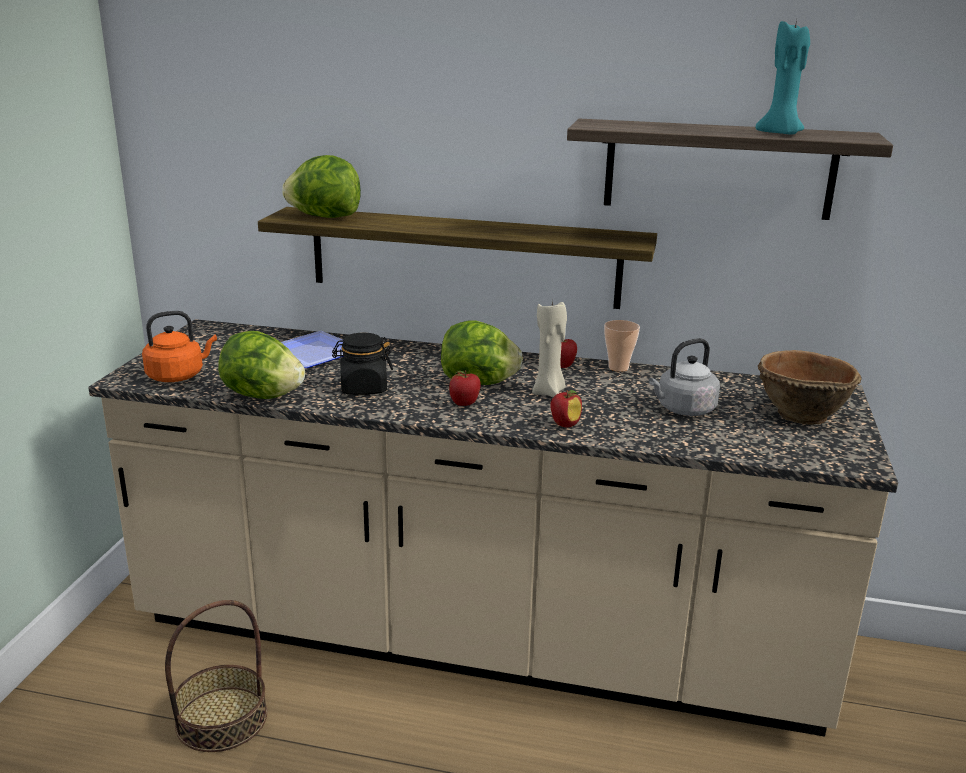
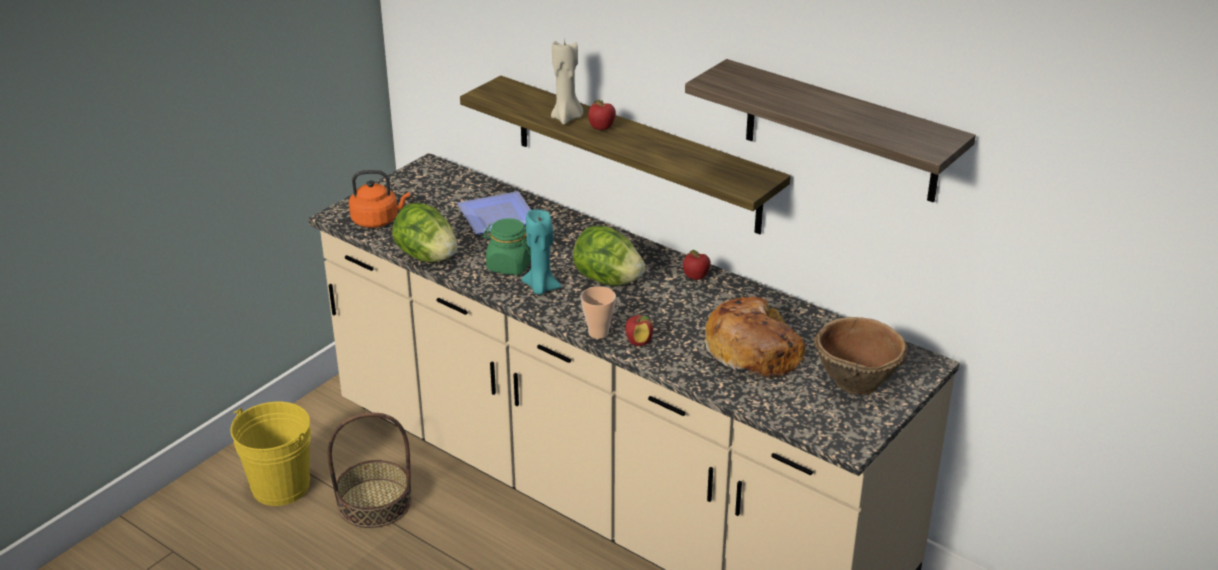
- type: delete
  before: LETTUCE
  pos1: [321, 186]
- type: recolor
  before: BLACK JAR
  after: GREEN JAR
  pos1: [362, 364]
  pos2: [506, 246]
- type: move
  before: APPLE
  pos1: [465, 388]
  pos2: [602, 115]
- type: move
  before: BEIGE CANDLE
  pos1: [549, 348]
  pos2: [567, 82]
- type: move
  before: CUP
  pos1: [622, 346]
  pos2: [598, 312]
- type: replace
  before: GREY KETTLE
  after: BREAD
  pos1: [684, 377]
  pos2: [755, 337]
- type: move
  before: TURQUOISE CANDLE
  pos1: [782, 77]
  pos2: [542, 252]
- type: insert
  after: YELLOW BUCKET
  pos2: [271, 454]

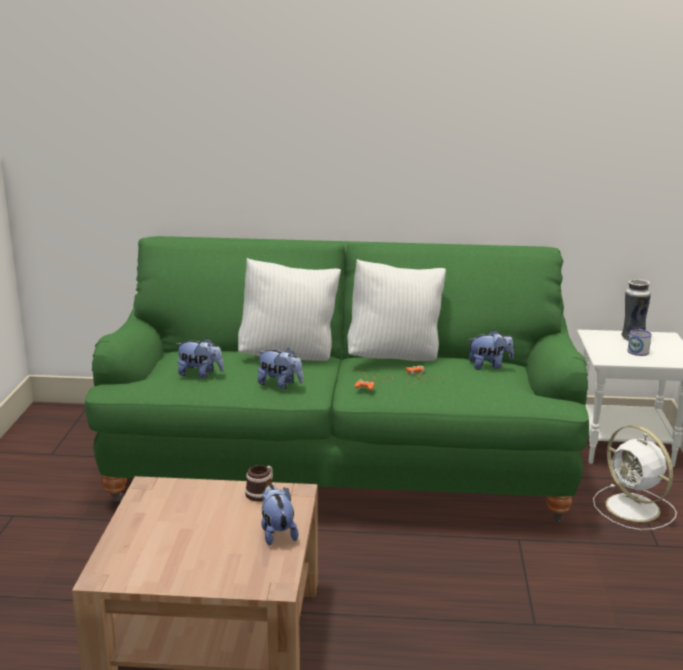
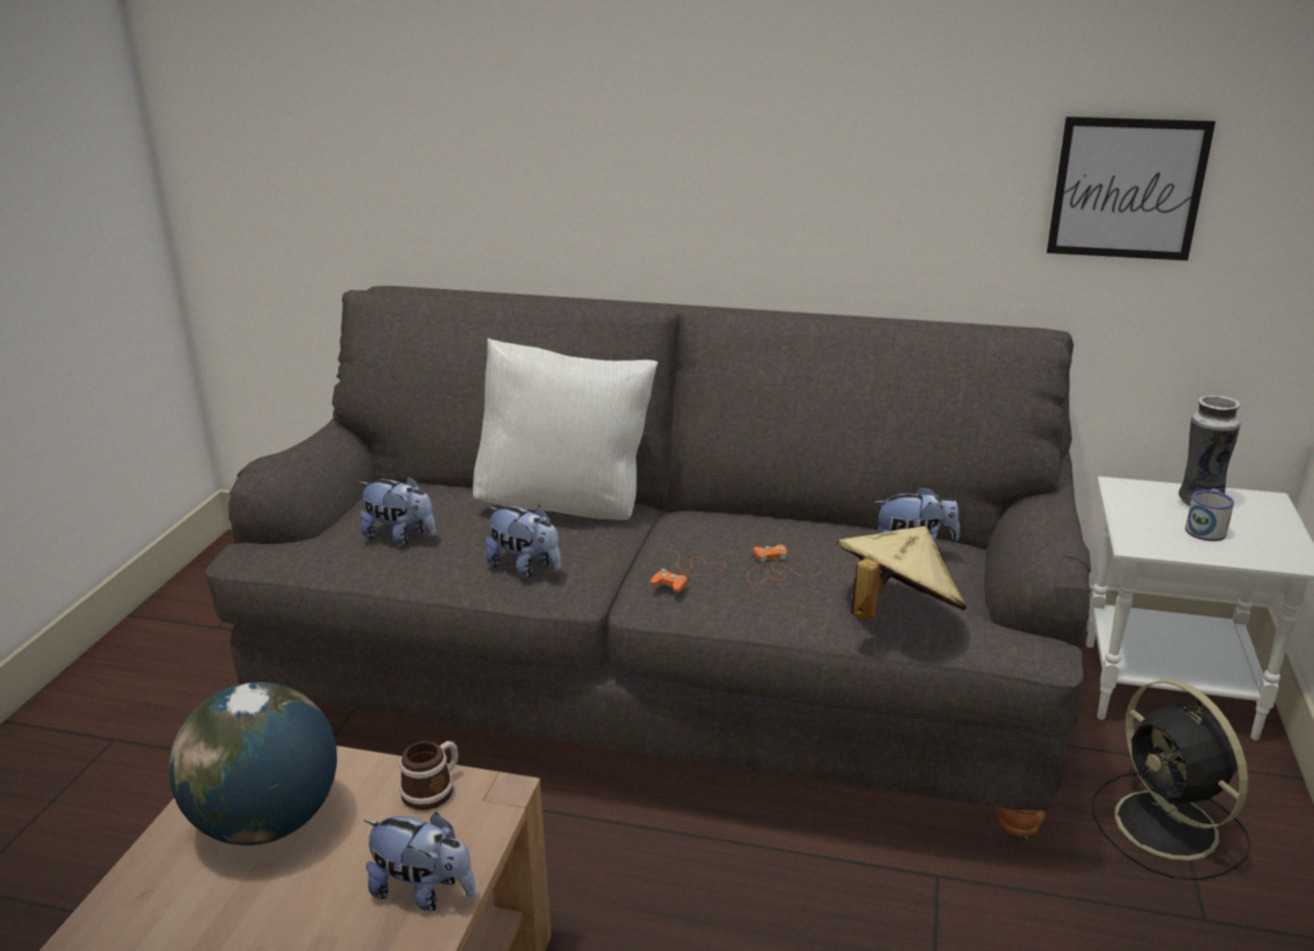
- type: recolor
  before: GREEN SOFA
  after: GREY SOFA
  pos1: [337, 379]
  pos2: [648, 566]
- type: rotate
  before: PLUSH TOY
  pos1: [279, 515]
  pos2: [420, 861]
  turn: 120
- type: delete
  before: WHITE PILLOW
  pos1: [396, 310]
- type: recolor
  before: WHITE FAN
  after: BLACK FAN
  pos1: [635, 477]
  pos2: [1171, 780]
- type: insert
  after: GLOBE
  pos2: [253, 764]
- type: insert
  after: BEIGE HAT
  pos2: [901, 573]
- type: insert
  after: PICTURE
  pos2: [1131, 189]

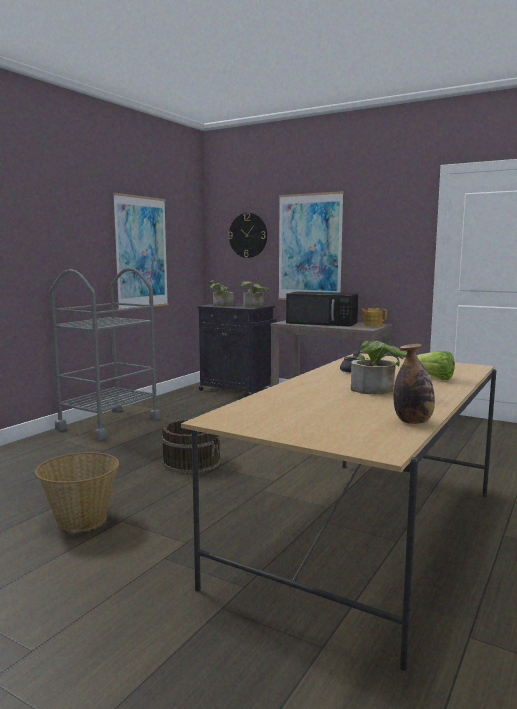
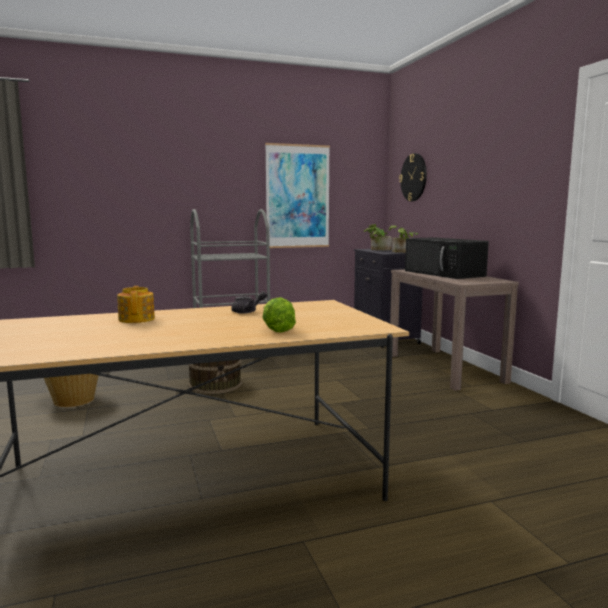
- type: delete
  before: PICTURE
  pos1: [311, 245]
- type: delete
  before: POTTED PLANT
  pos1: [379, 368]
- type: move
  before: TEAPOT
  pos1: [373, 317]
  pos2: [136, 304]
- type: delete
  before: BOTTLE
  pos1: [414, 384]

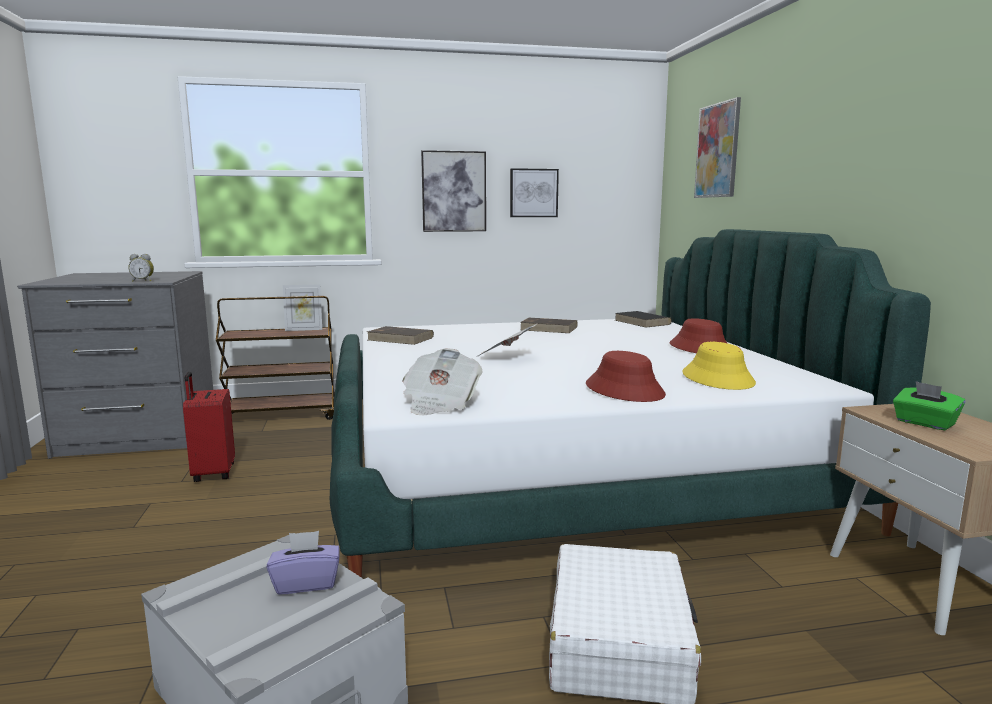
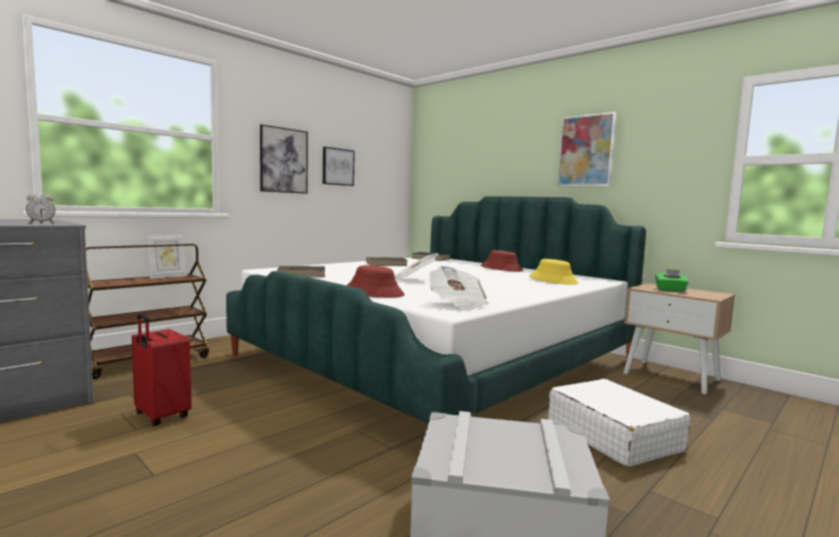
- type: delete
  before: PURPLE TISSUE BOX
  pos1: [303, 562]
- type: move
  before: RED HAT
  pos1: [626, 376]
  pos2: [375, 281]
- type: move
  before: PICTURE
  pos1: [717, 147]
  pos2: [587, 149]

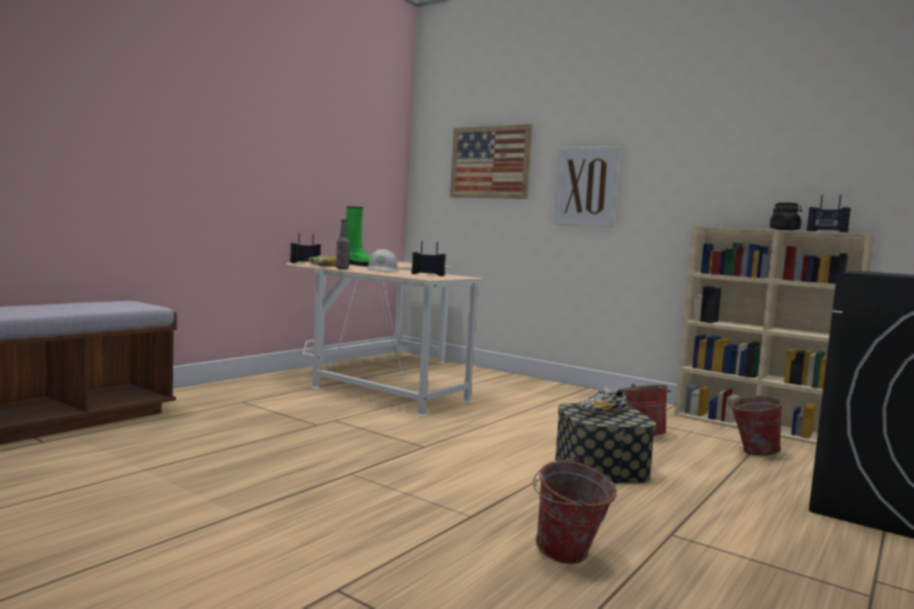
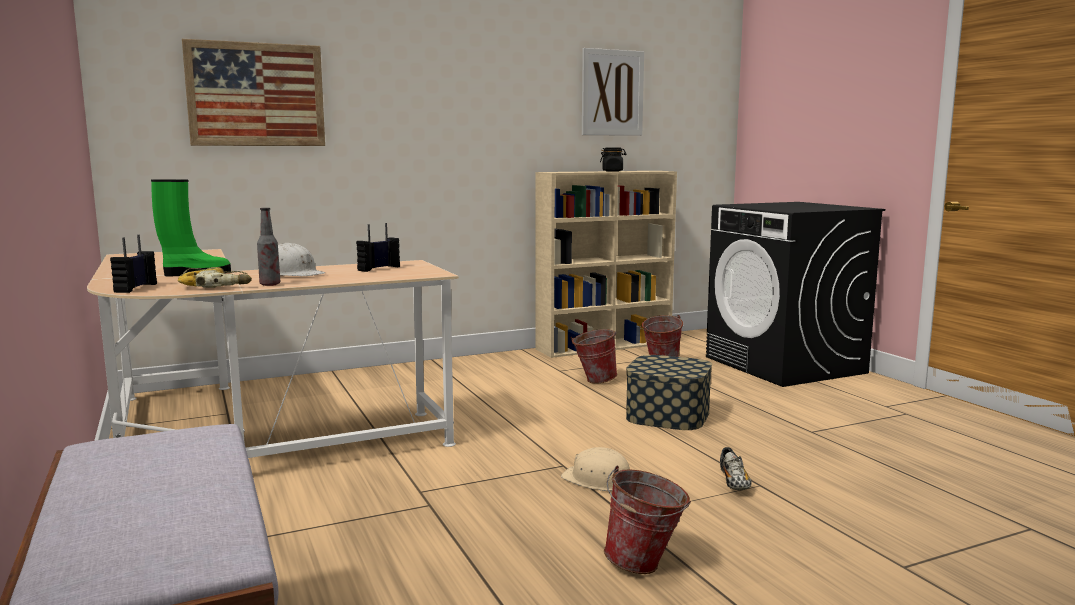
- type: move
  before: BUCKET
  pos1: [575, 510]
  pos2: [647, 520]
- type: move
  before: PICTURE
  pos1: [587, 186]
  pos2: [613, 92]
- type: move
  before: SHOE
  pos1: [601, 400]
  pos2: [736, 468]
- type: delete
  before: RADIO
  pos1: [829, 213]
- type: insert
  after: BEIGE HARD HAT
  pos2: [595, 469]

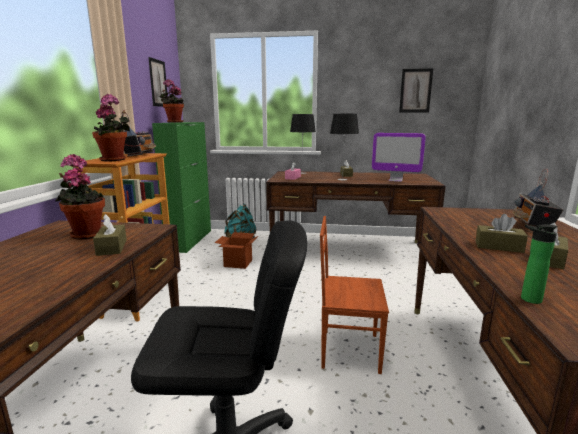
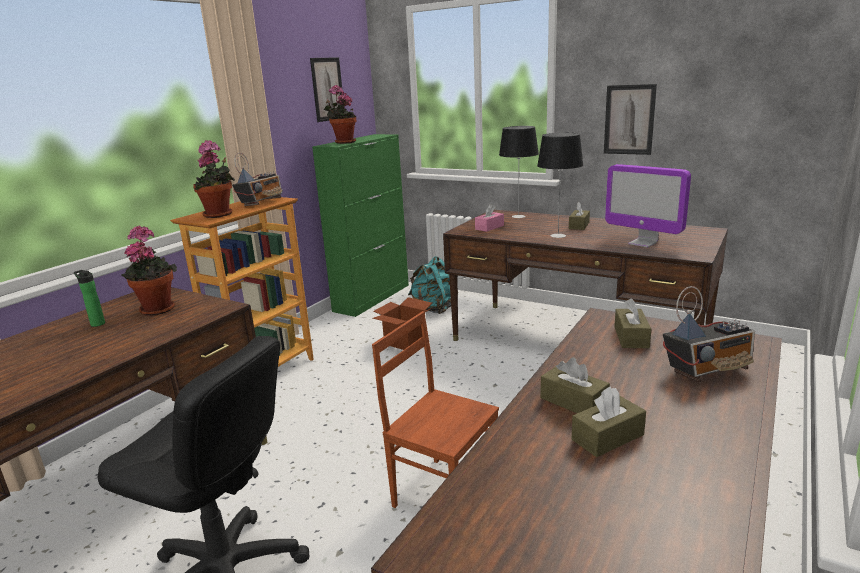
- type: move
  before: BROWN TISSUE BOX
  pos1: [110, 235]
  pos2: [632, 323]
- type: move
  before: PICTURE
  pos1: [416, 90]
  pos2: [630, 119]
- type: rotate
  before: RADIO
  pos1: [538, 198]
  pos2: [709, 334]
  turn: -150
- type: move
  before: BOTTLE
  pos1: [539, 264]
  pos2: [89, 298]

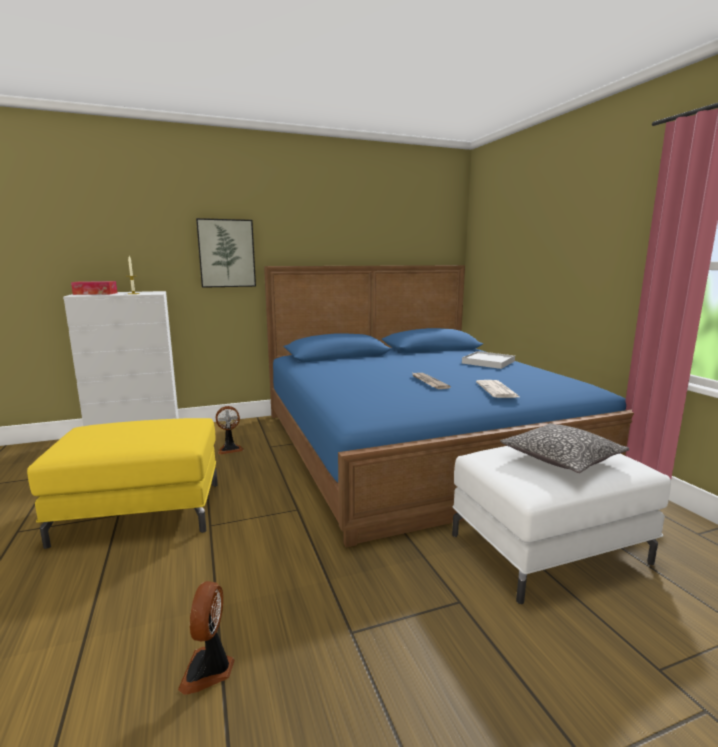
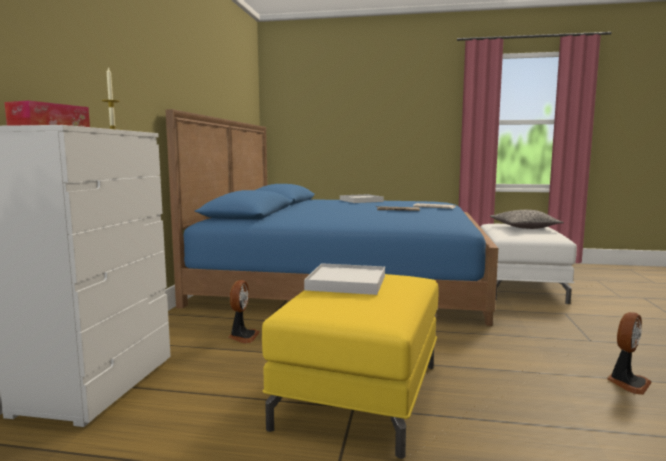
- type: rotate
  before: FAN
  pos1: [206, 638]
  pos2: [629, 353]
  turn: -75
- type: delete
  before: PICTURE
  pos1: [226, 253]
- type: insert
  after: WHITE TRAY
  pos2: [344, 279]

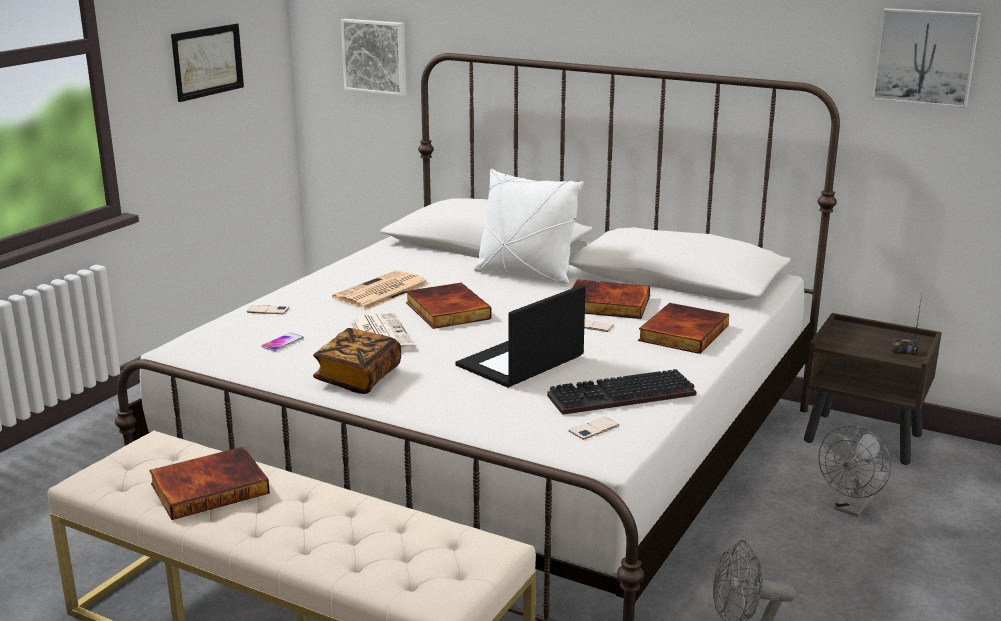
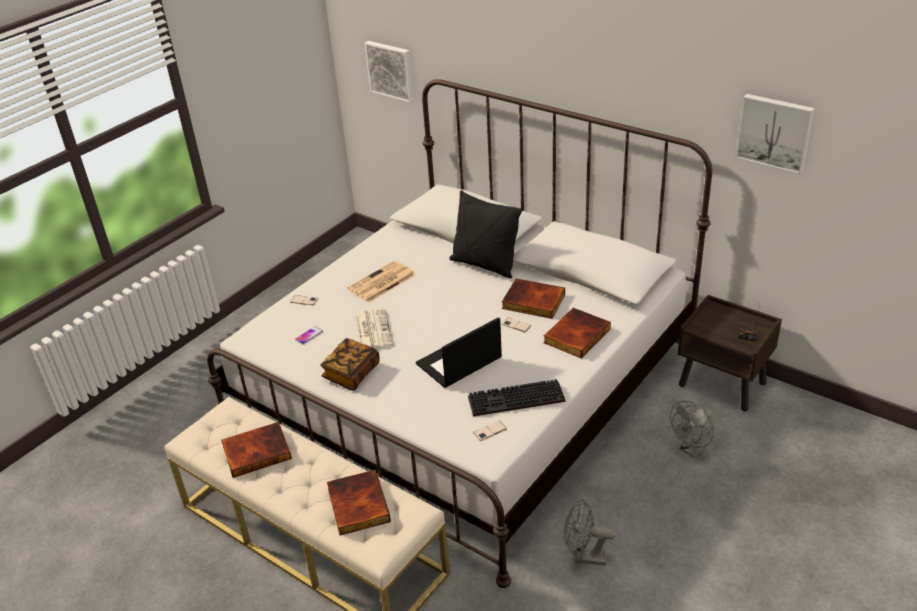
- type: delete
  before: PICTURE
  pos1: [207, 63]
- type: move
  before: BOOK
  pos1: [448, 306]
  pos2: [359, 503]
- type: recolor
  before: WHITE PILLOW
  after: BLACK PILLOW
  pos1: [529, 226]
  pos2: [486, 234]

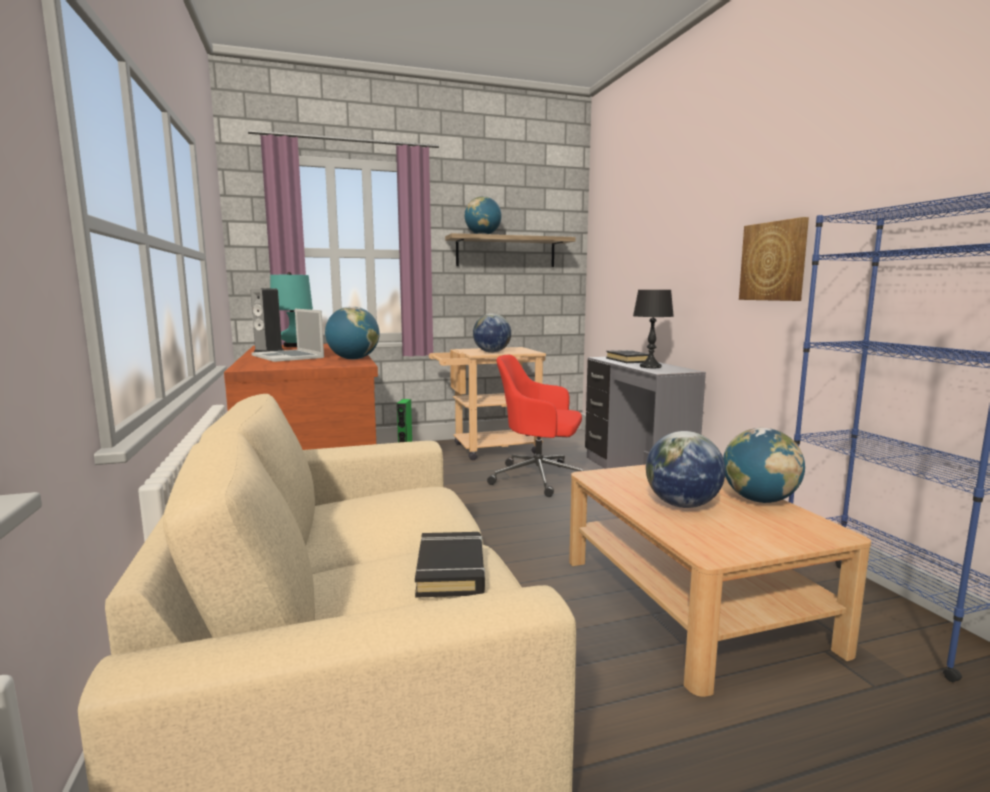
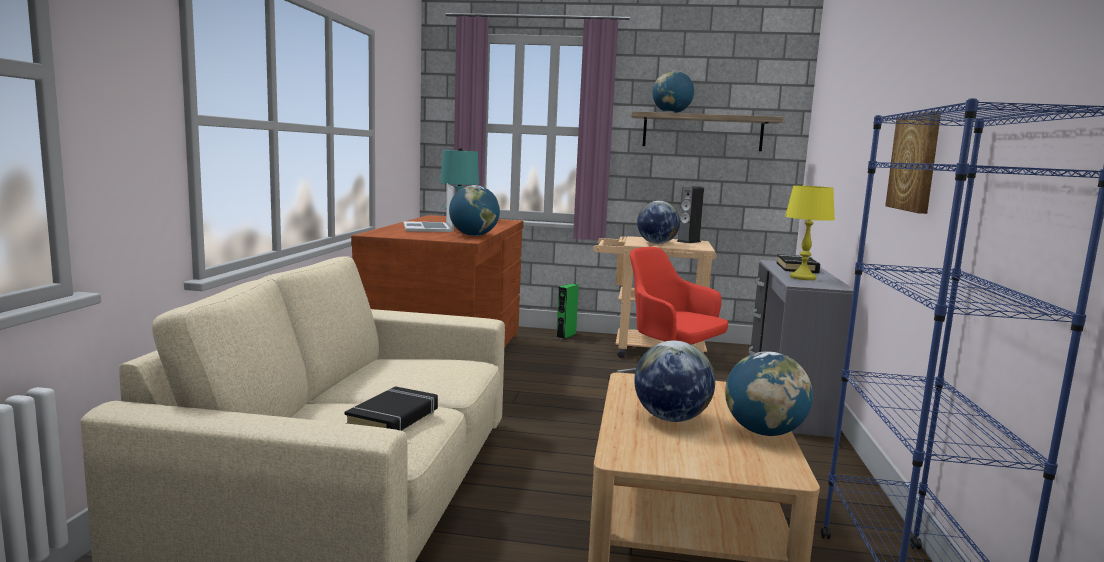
- type: move
  before: SPEAKER
  pos1: [267, 320]
  pos2: [690, 214]
- type: recolor
  before: BLACK TABLE LAMP
  after: YELLOW TABLE LAMP
  pos1: [653, 329]
  pos2: [810, 232]

